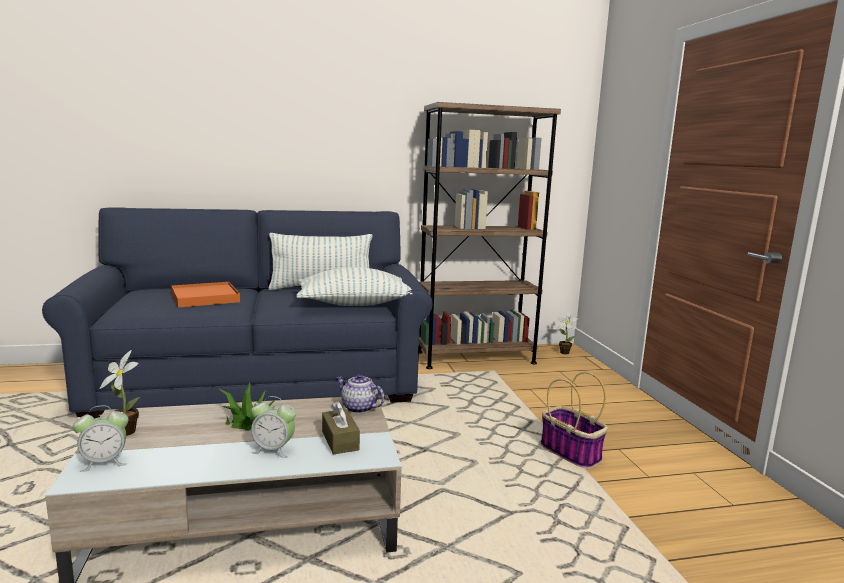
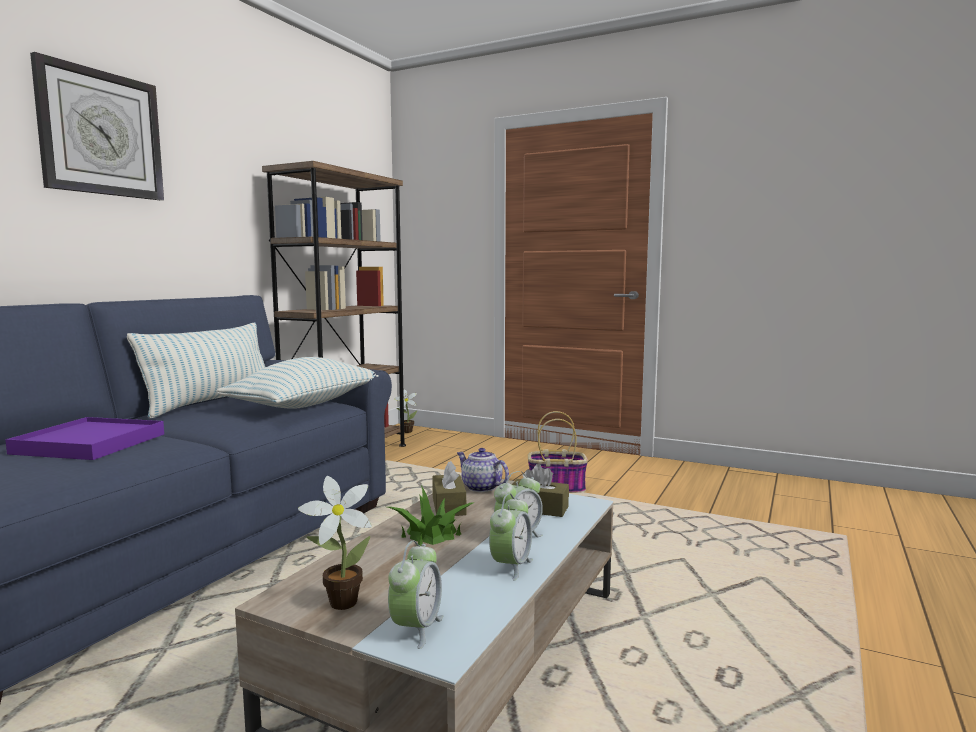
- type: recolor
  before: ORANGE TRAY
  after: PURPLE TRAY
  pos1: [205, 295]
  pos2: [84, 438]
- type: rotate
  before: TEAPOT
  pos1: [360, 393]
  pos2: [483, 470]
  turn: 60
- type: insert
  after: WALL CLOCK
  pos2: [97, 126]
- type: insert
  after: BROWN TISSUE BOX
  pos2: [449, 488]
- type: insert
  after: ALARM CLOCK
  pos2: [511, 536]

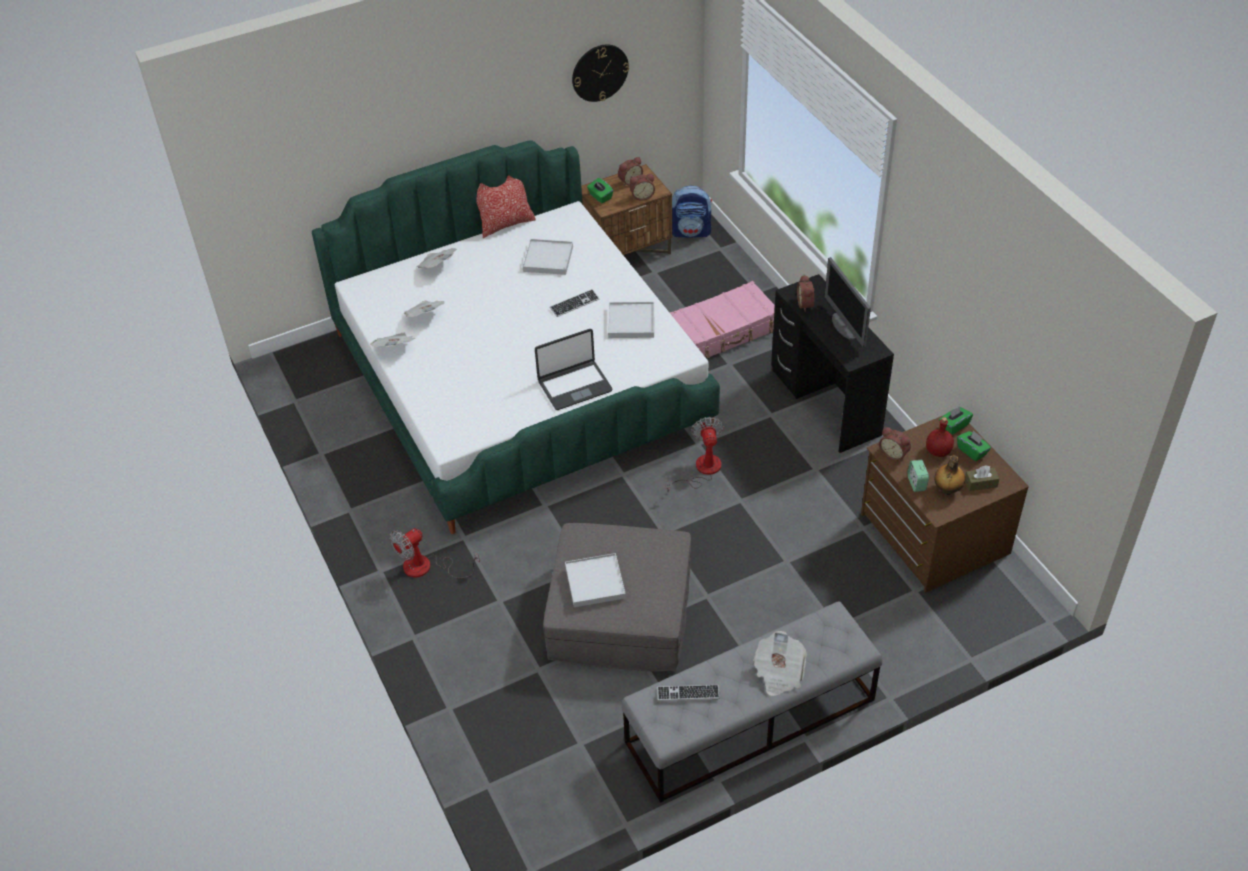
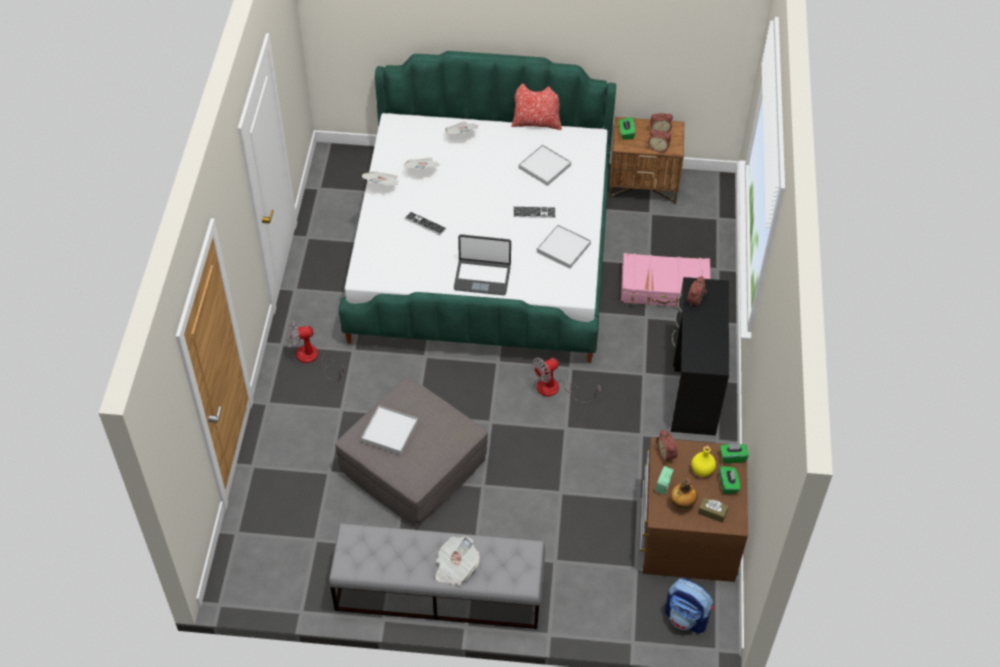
- type: delete
  before: WALL CLOCK
  pos1: [600, 73]
- type: move
  before: KEYBOARD
  pos1: [688, 693]
  pos2: [425, 223]
- type: rotate
  before: FAN
  pos1: [694, 454]
  pos2: [566, 380]
  turn: -150
- type: move
  before: BACKPACK
  pos1: [692, 212]
  pos2: [689, 606]
- type: delete
  before: MONITOR
  pos1: [848, 302]
- type: recolor
  before: RED BOTTLE
  after: YELLOW BOTTLE
  pos1: [940, 437]
  pos2: [703, 461]

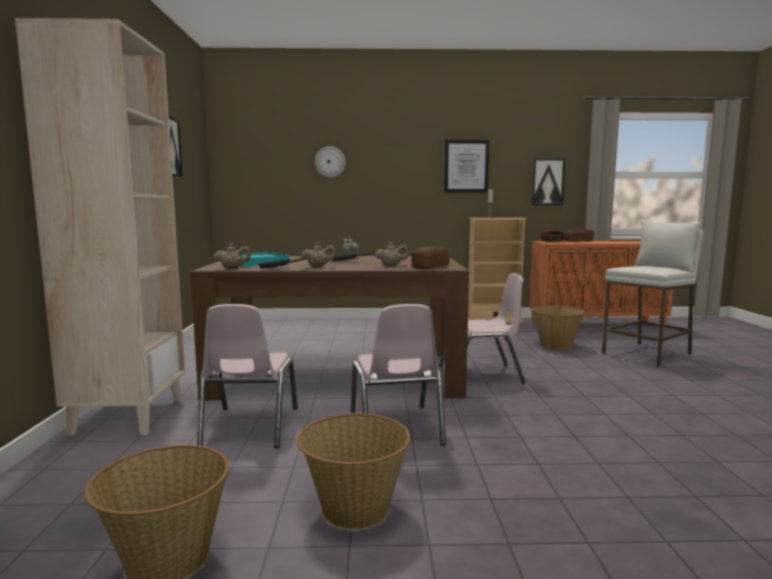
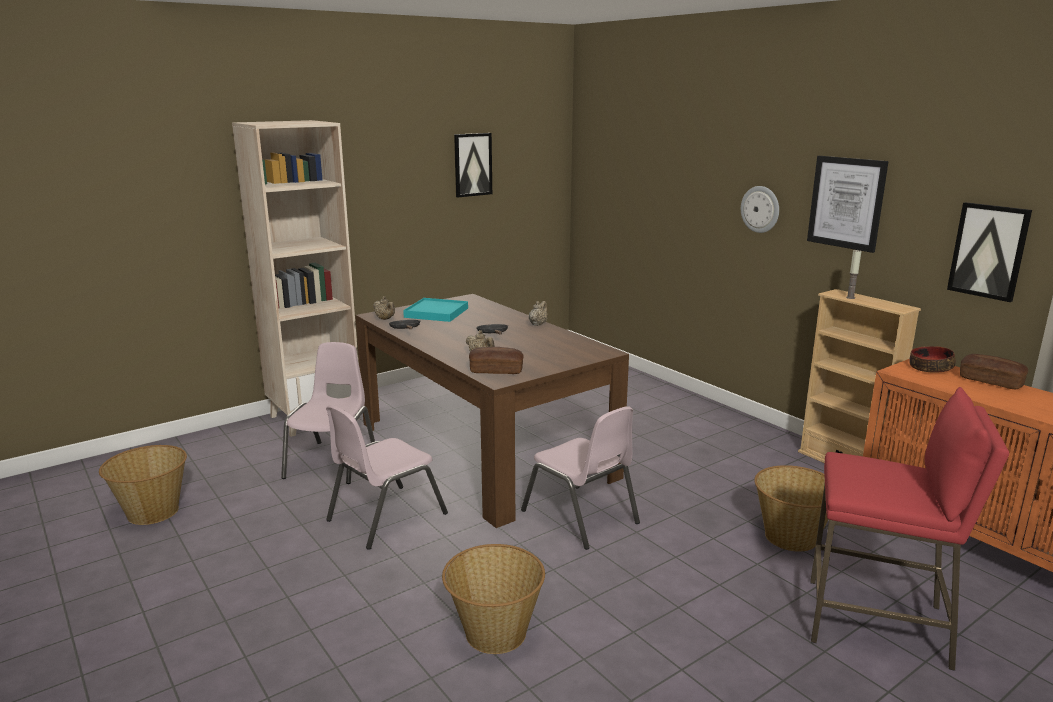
- type: rotate
  before: PINK CHAIR
  pos1: [247, 376]
  pos2: [328, 413]
  turn: 135
- type: move
  before: BASKET
  pos1: [353, 471]
  pos2: [493, 599]
- type: delete
  before: BEIGE TEAPOT
  pos1: [318, 254]
- type: move
  before: WALL CLOCK
  pos1: [330, 162]
  pos2: [760, 209]
- type: recolor
  before: WHITE STOOL
  after: RED STOOL
  pos1: [653, 293]
  pos2: [909, 529]

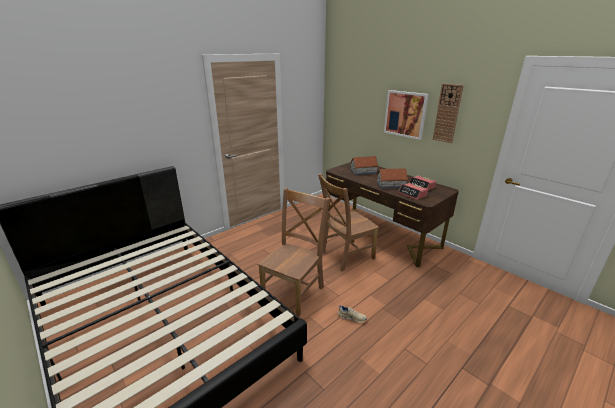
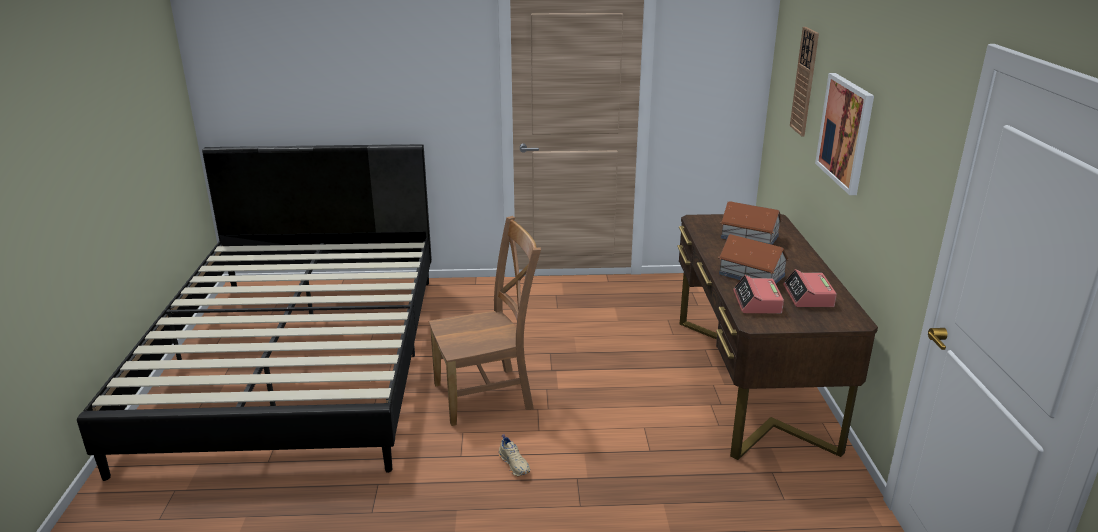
- type: delete
  before: BROWN CHAIR
  pos1: [348, 222]
- type: move
  before: WALL CLOCK
  pos1: [448, 113]
  pos2: [804, 81]

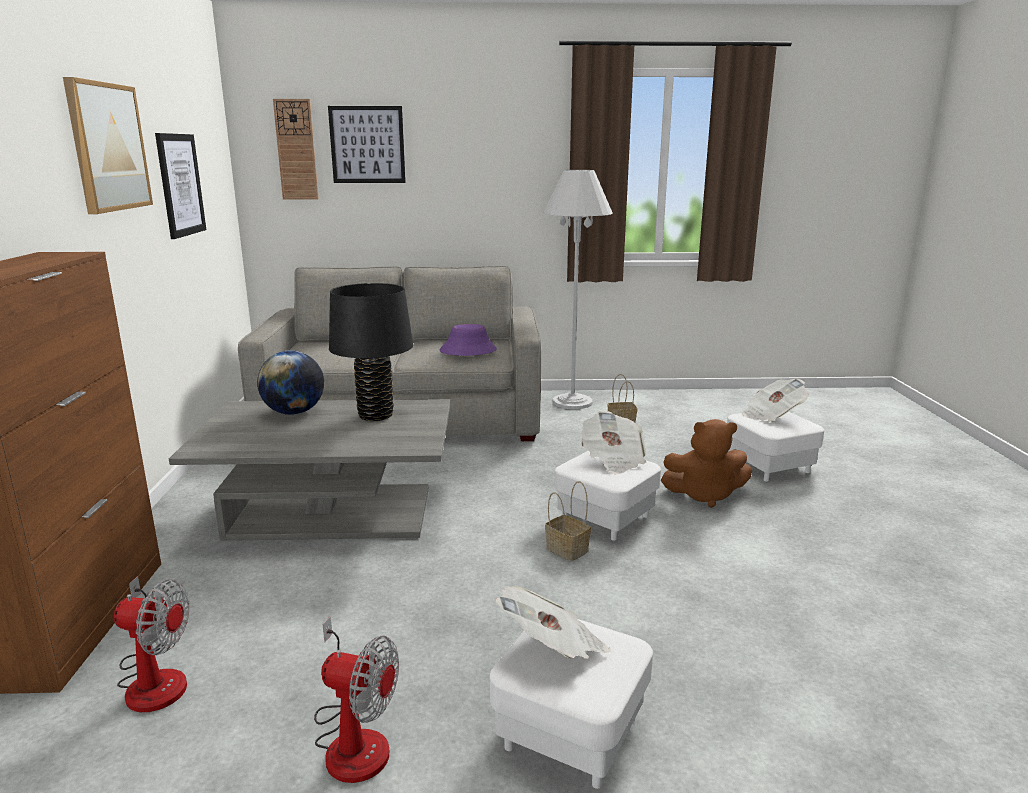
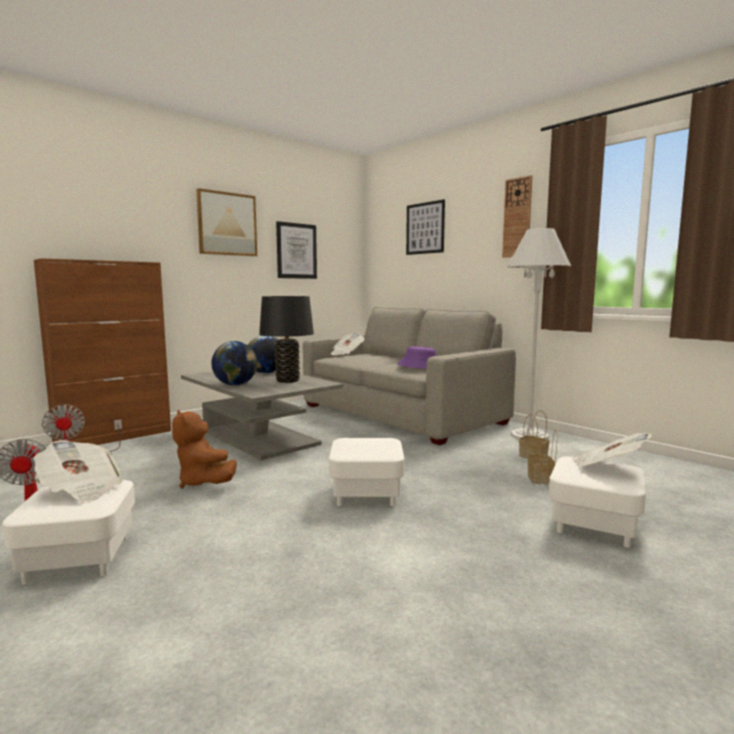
- type: move
  before: WALL CLOCK
  pos1: [296, 149]
  pos2: [517, 216]
- type: move
  before: BASKET
  pos1: [568, 521]
  pos2: [542, 456]
- type: move
  before: NEWSPAPER
  pos1: [613, 443]
  pos2: [348, 344]
- type: move
  before: BROWN PLUSH TOY
  pos1: [706, 463]
  pos2: [204, 449]
- type: insert
  after: GLOBE
  pos2: [234, 363]

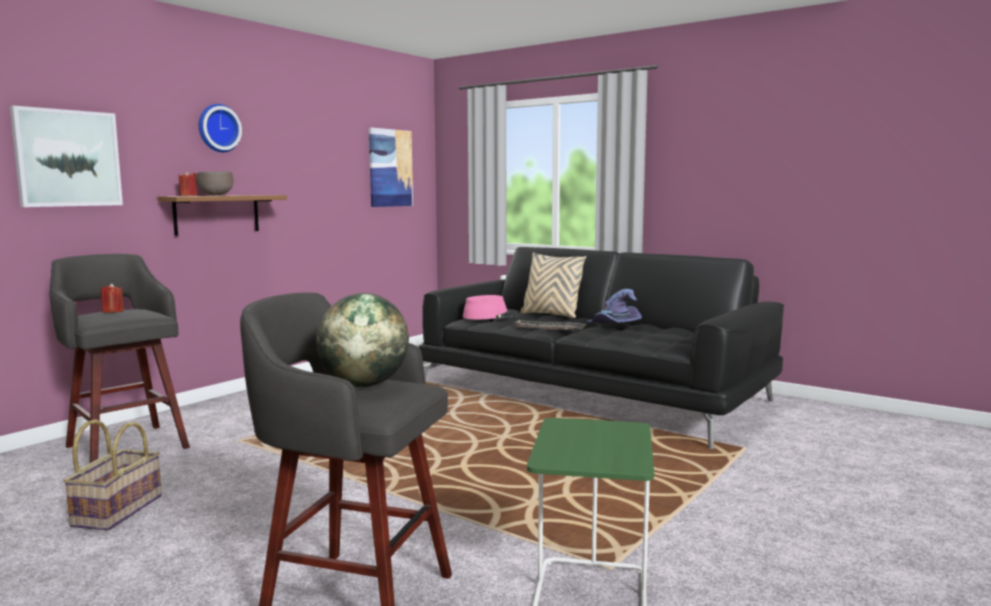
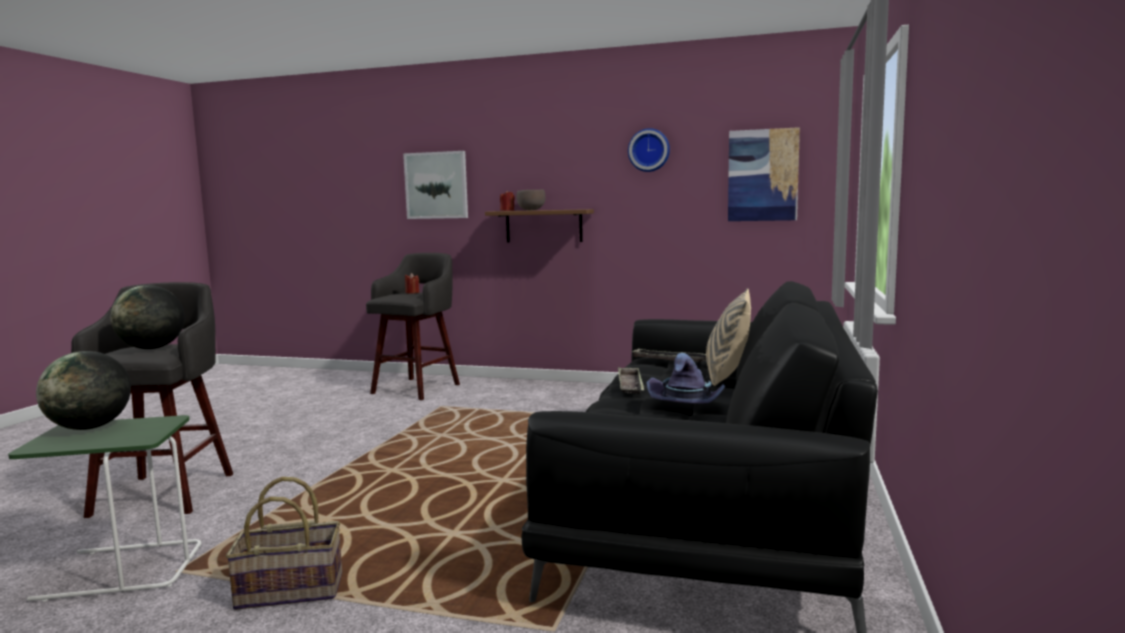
- type: move
  before: BASKET
  pos1: [112, 475]
  pos2: [284, 543]
- type: move
  before: WALL CLOCK
  pos1: [220, 128]
  pos2: [649, 150]
- type: replace
  before: PINK HAT
  after: TRAY
  pos1: [490, 307]
  pos2: [668, 355]
- type: insert
  after: GLOBE
  pos2: [83, 390]

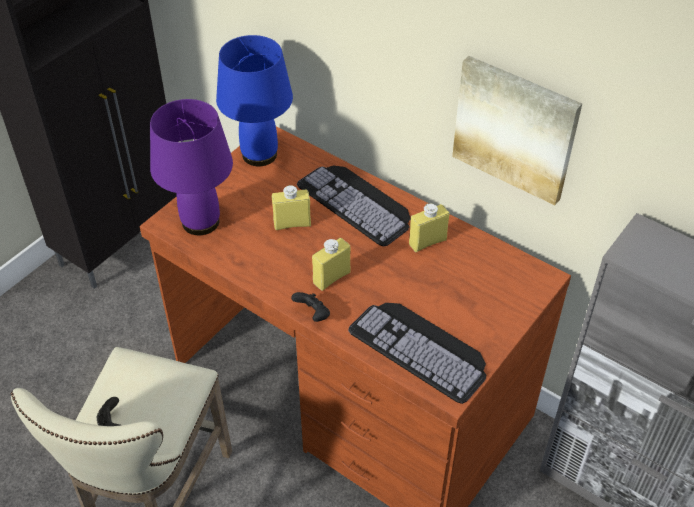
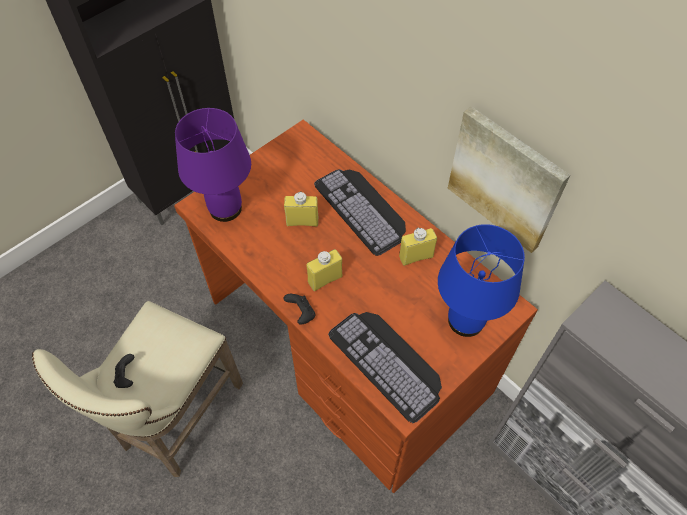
- type: move
  before: BLUE TABLE LAMP
  pos1: [254, 100]
  pos2: [481, 280]

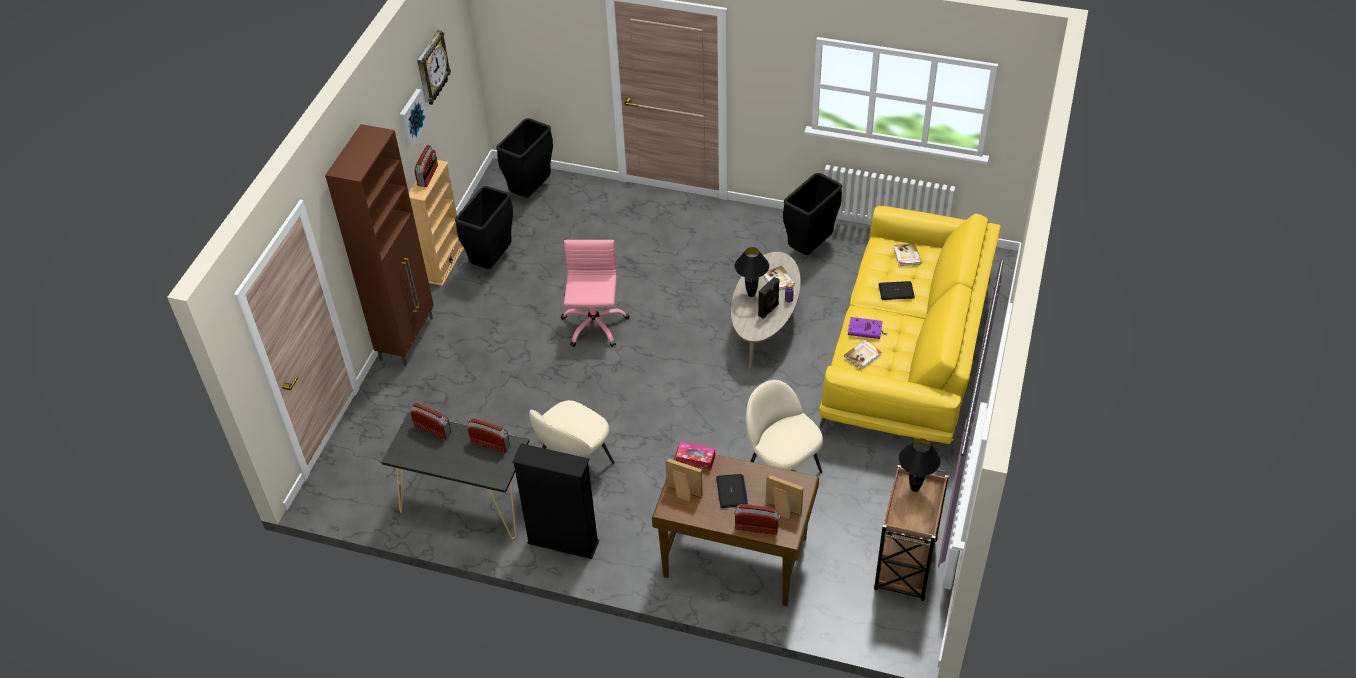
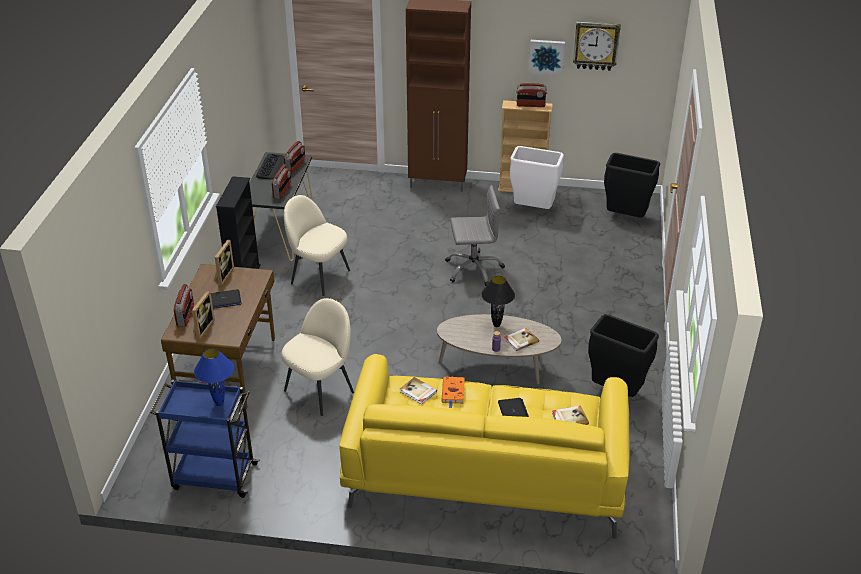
- type: recolor
  before: BLACK TRASH CAN
  after: WHITE TRASH CAN
  pos1: [484, 227]
  pos2: [537, 177]
- type: recolor
  before: PINK OFFICE CHAIR
  after: GREY OFFICE CHAIR
  pos1: [595, 293]
  pos2: [475, 235]
- type: delete
  before: TISSUE BOX
  pos1: [695, 456]
- type: delete
  before: BLACK SPEAKER
  pos1: [769, 298]
- type: recolor
  before: PURPLE BOOK
  after: ORANGE BOOK
  pos1: [868, 328]
  pos2: [453, 392]
- type: recolor
  before: BROWN CART
  after: BLUE CART
  pos1: [911, 533]
  pos2: [205, 439]
- type: recolor
  before: BLACK TABLE LAMP
  after: BLUE TABLE LAMP
  pos1: [920, 465]
  pos2: [214, 377]
- type: insert
  after: KEYBOARD
  pos2: [270, 166]

